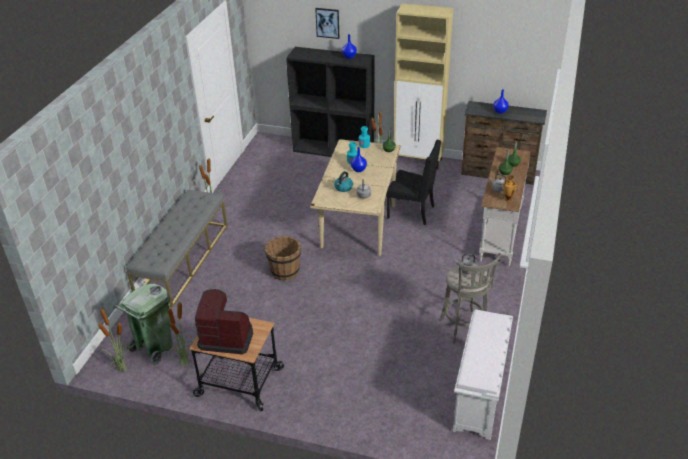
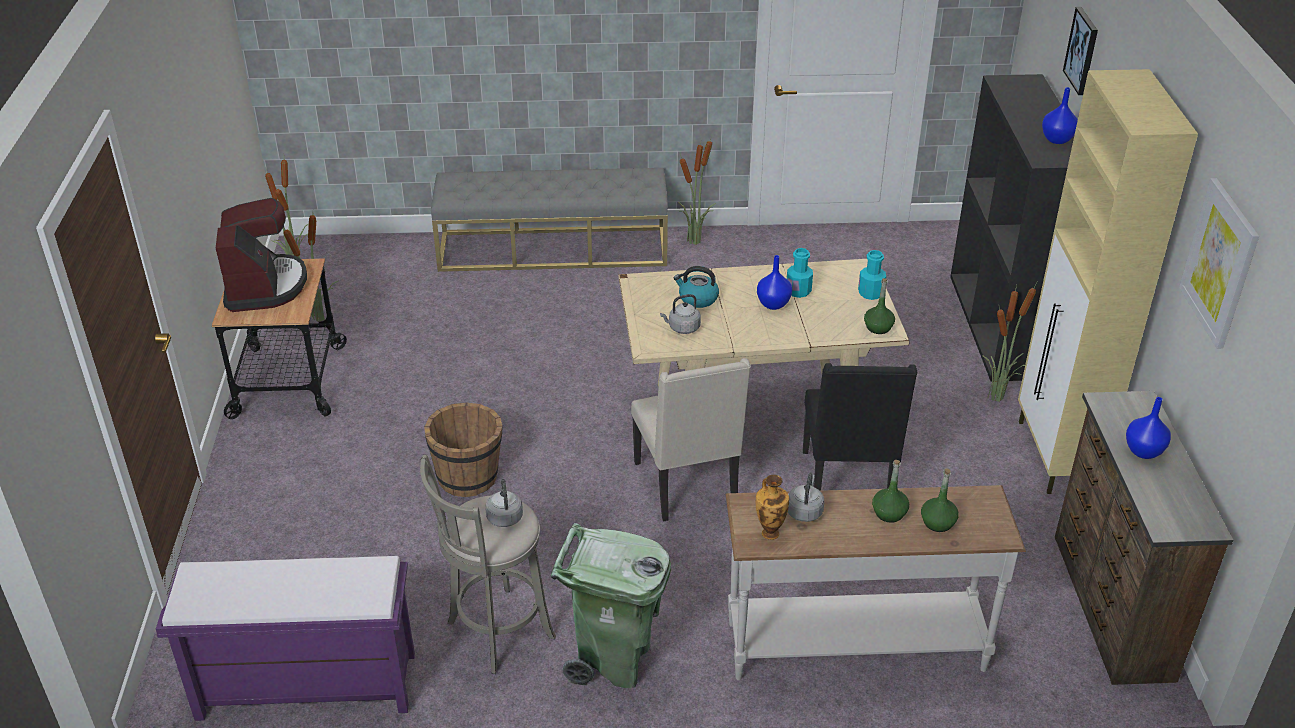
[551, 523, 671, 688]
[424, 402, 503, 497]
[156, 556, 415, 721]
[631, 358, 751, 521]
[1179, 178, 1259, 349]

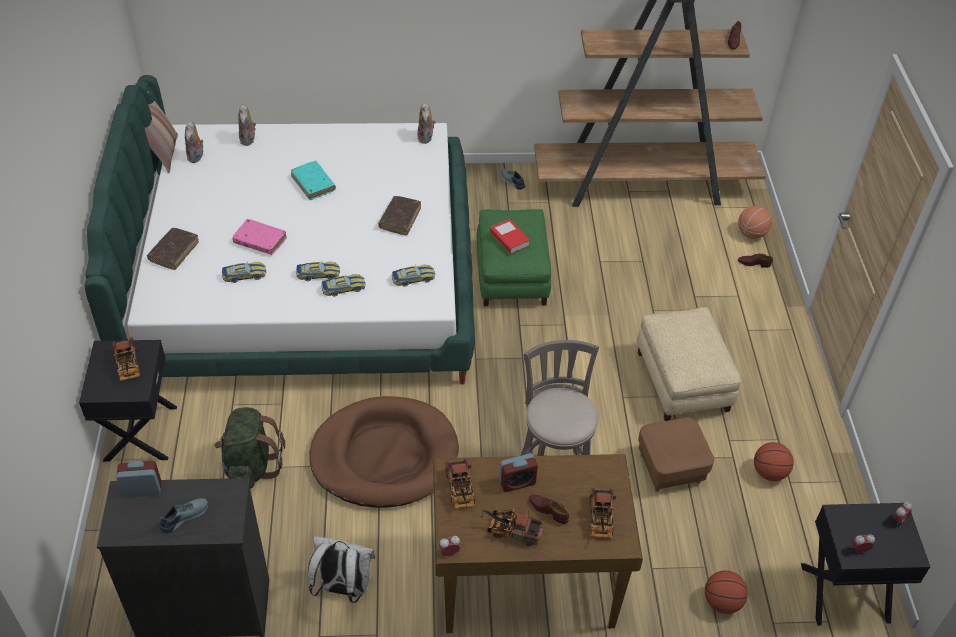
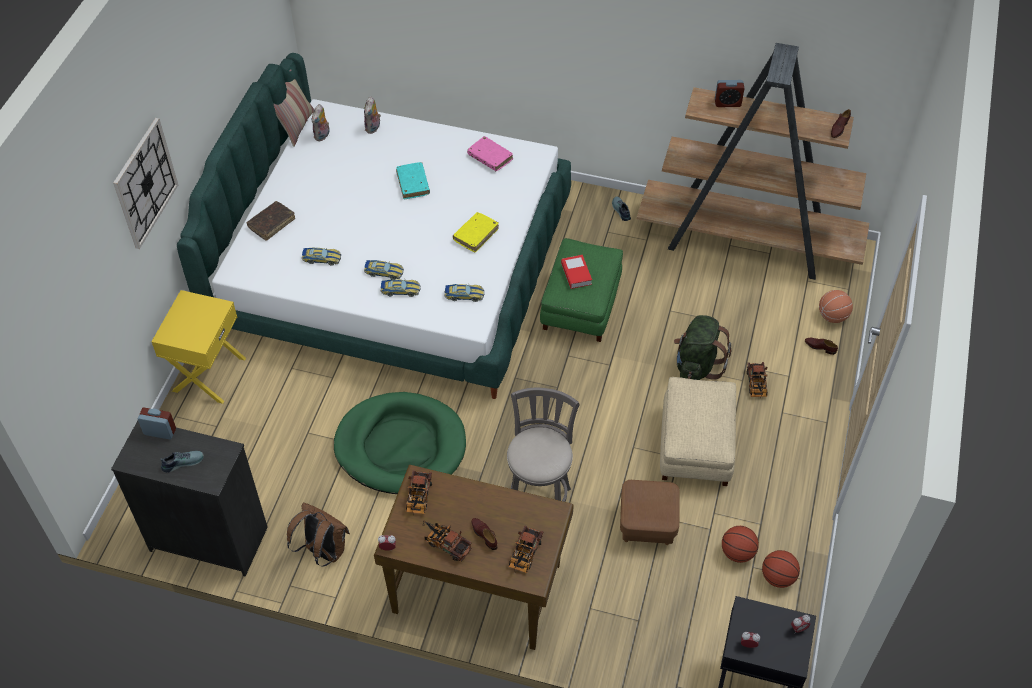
[151, 290, 246, 404]
[747, 362, 768, 397]
[674, 315, 731, 380]
[467, 136, 513, 171]
[287, 503, 350, 567]
[334, 392, 466, 494]
[453, 212, 499, 252]
[417, 102, 436, 144] (first image)
[715, 80, 745, 107]
[762, 550, 800, 588]
[113, 118, 178, 249]

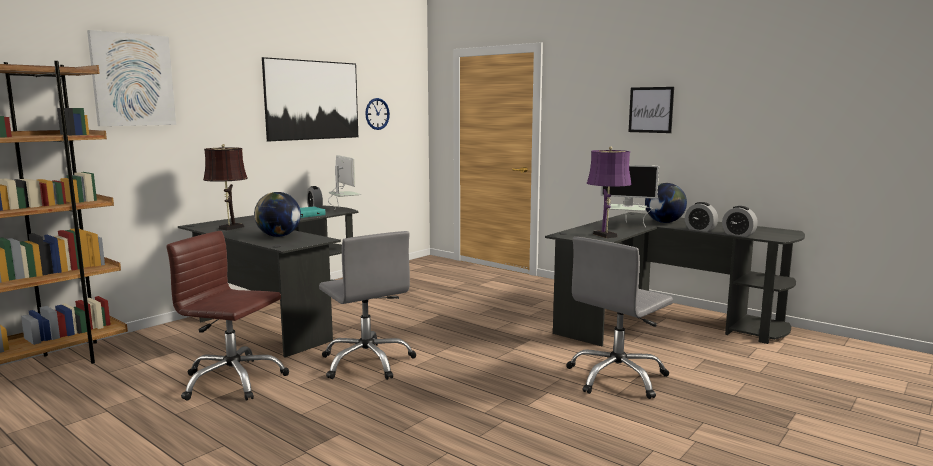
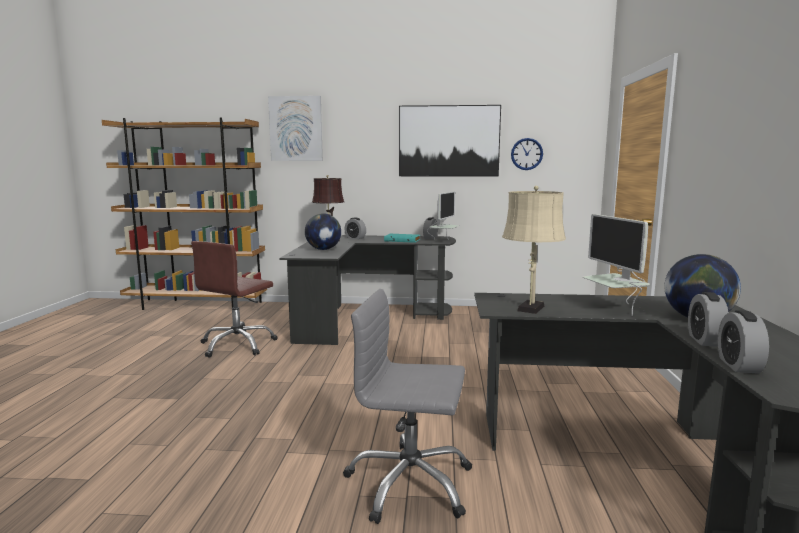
[191, 241, 278, 358]
[319, 231, 416, 380] (first image)
[502, 186, 566, 314]
[629, 87, 674, 133] (first image)
[344, 217, 366, 239]

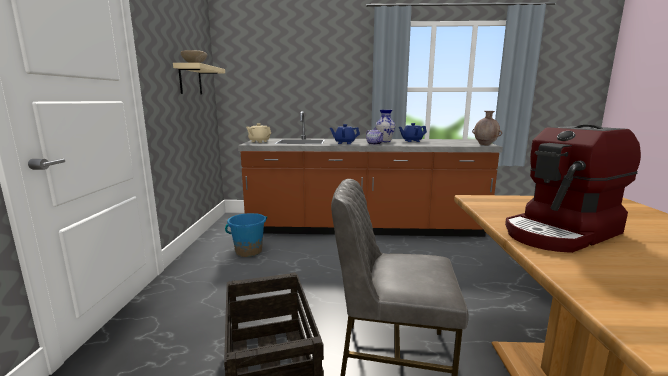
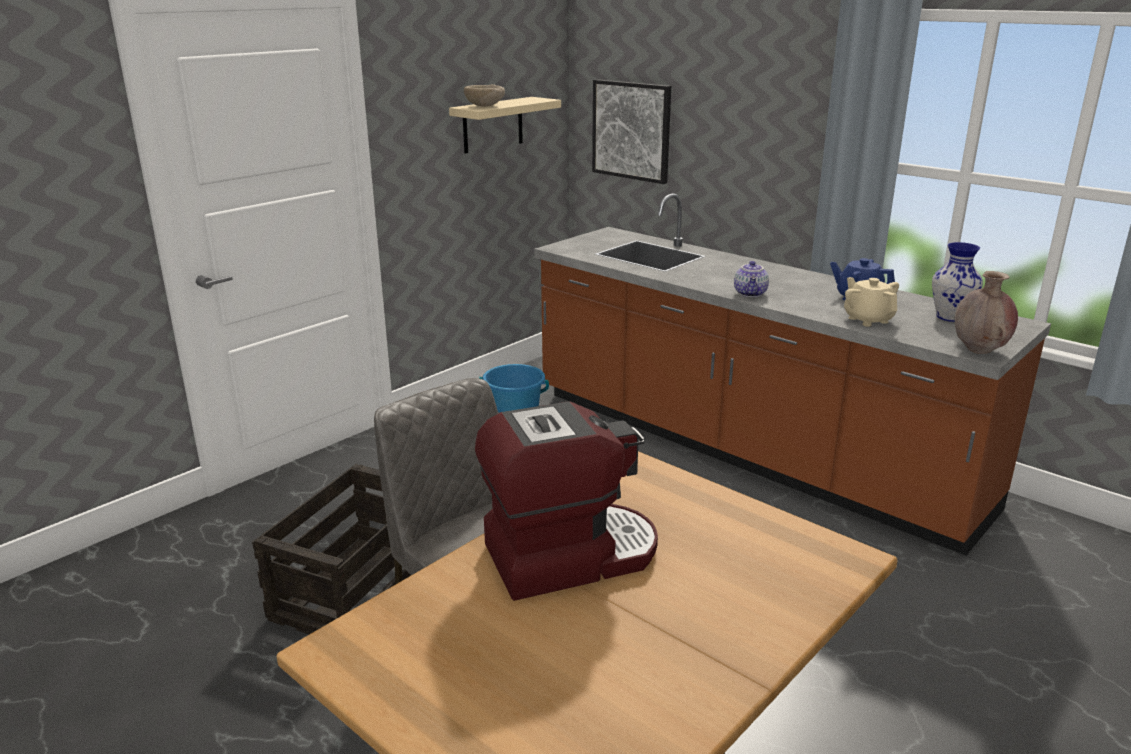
[844, 277, 899, 327]
[330, 124, 360, 144] (first image)
[932, 242, 983, 322]
[475, 401, 658, 601]
[592, 79, 671, 184]

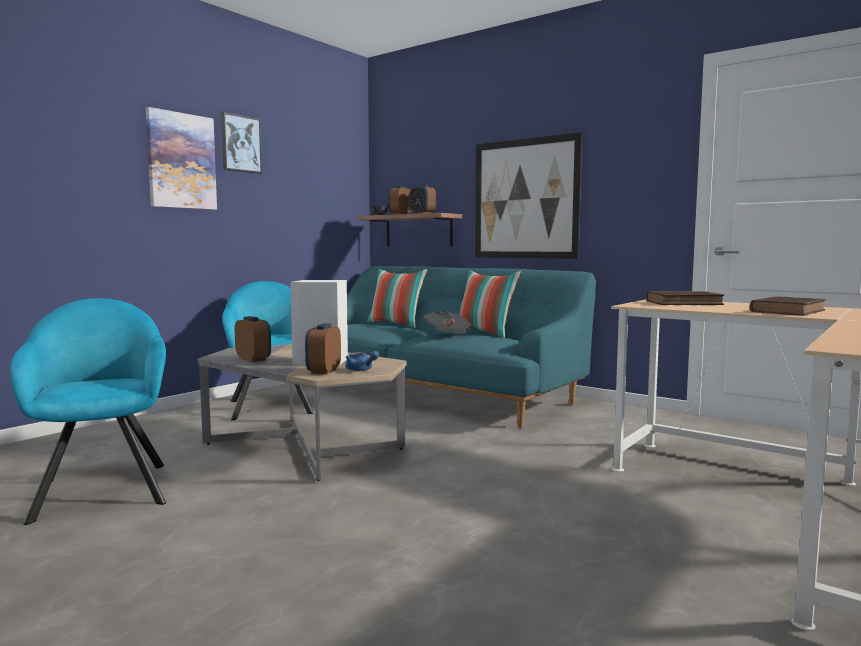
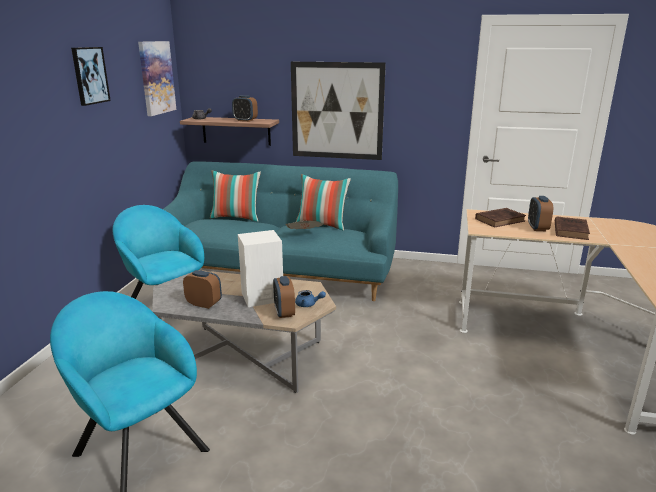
[138, 41, 177, 116]
[528, 196, 553, 231]

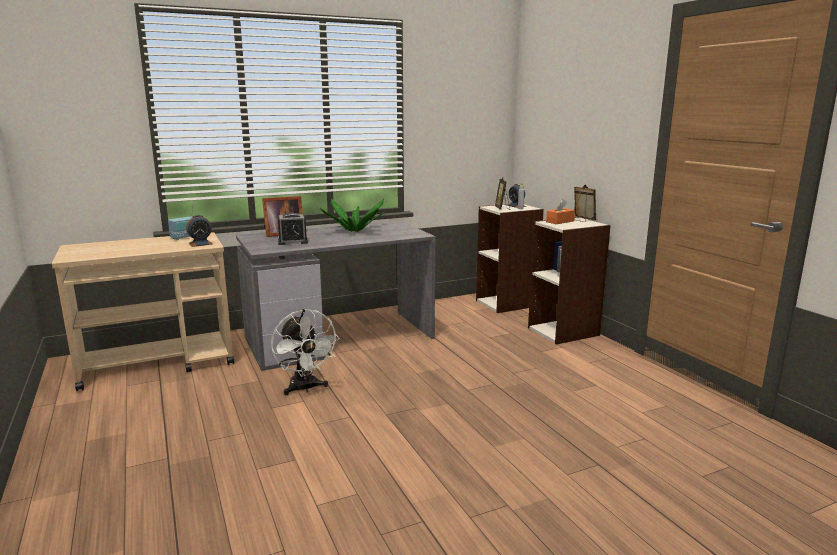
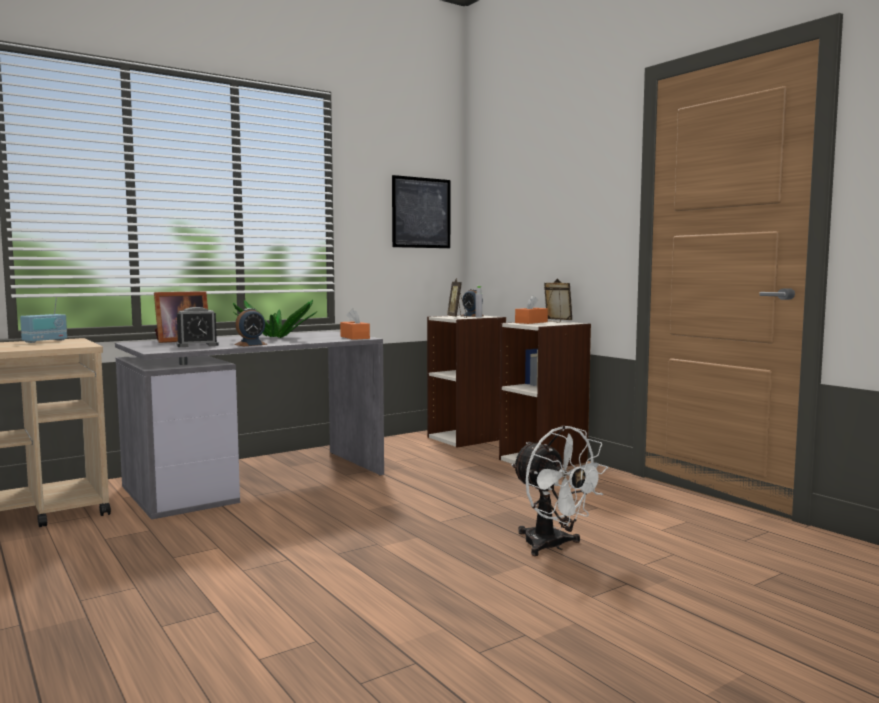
[234, 308, 267, 346]
[511, 425, 608, 556]
[340, 308, 370, 340]
[392, 175, 450, 248]

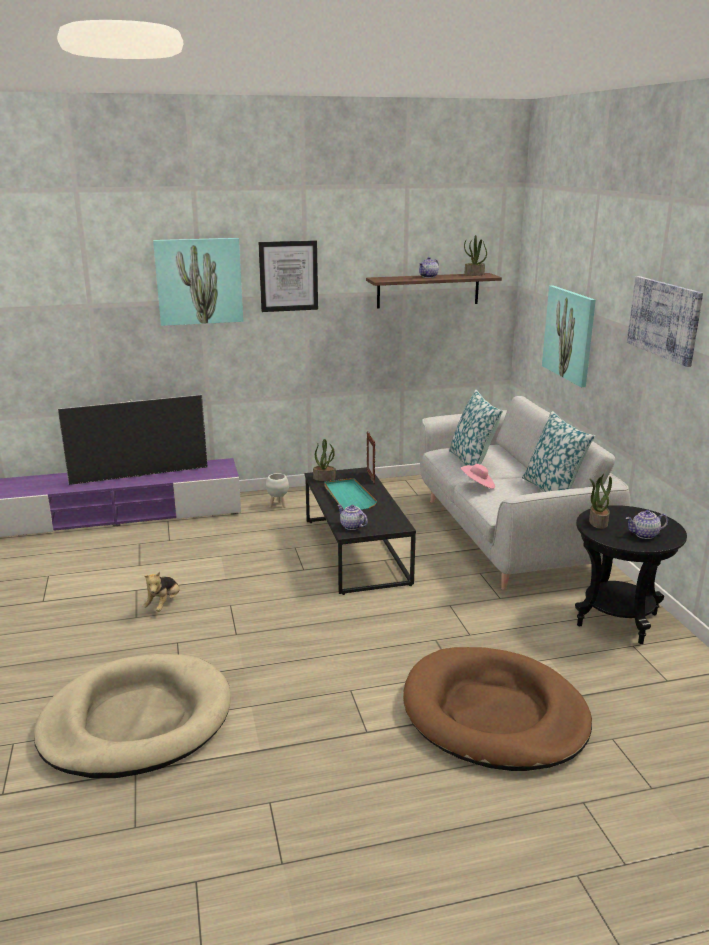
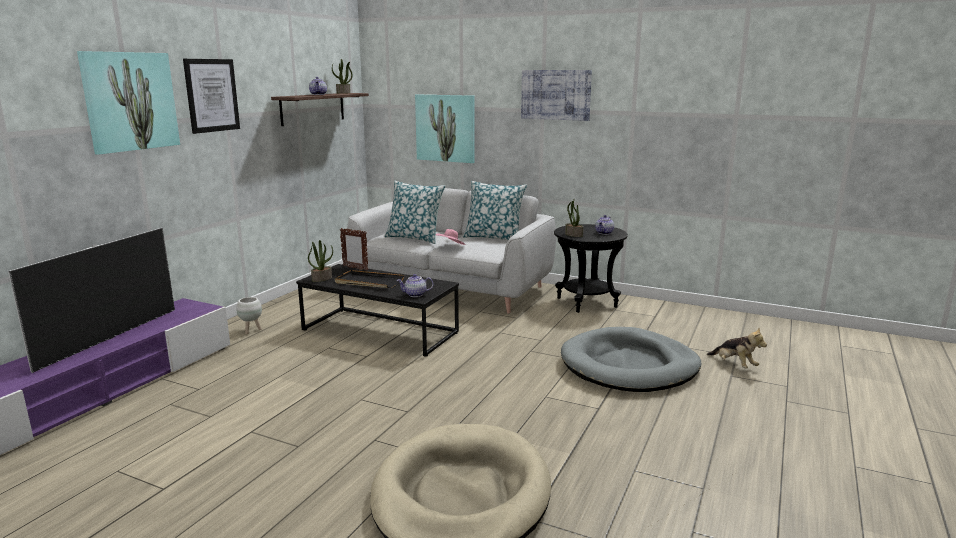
[707, 327, 767, 368]
[335, 270, 404, 288]
[561, 327, 701, 392]

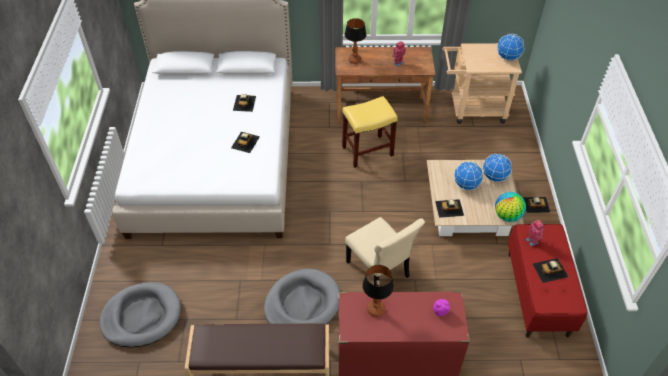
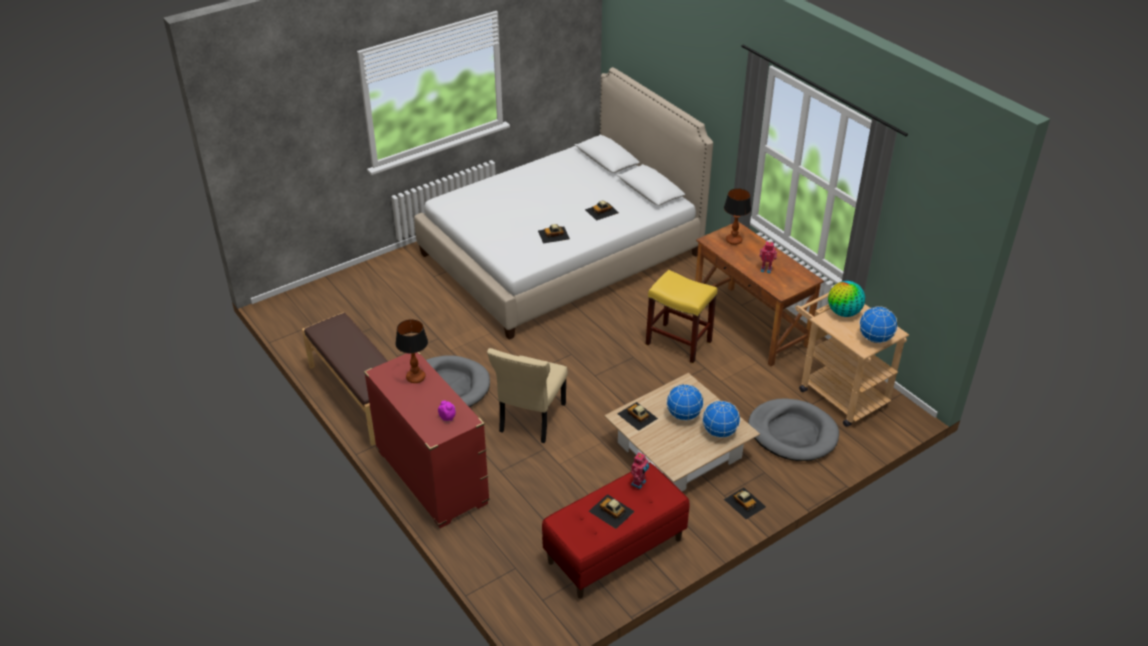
[748, 398, 839, 461]
[828, 281, 865, 317]

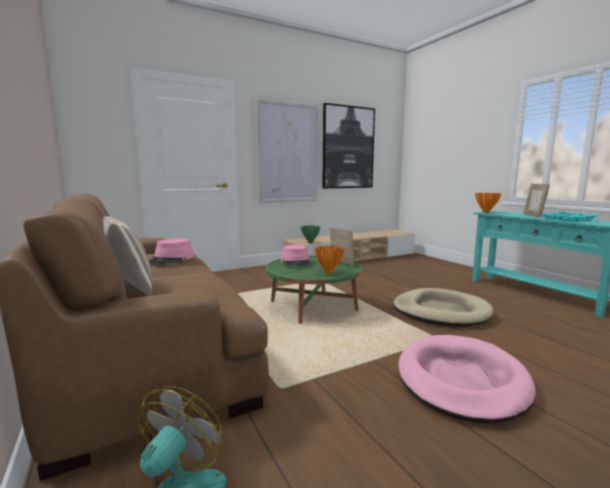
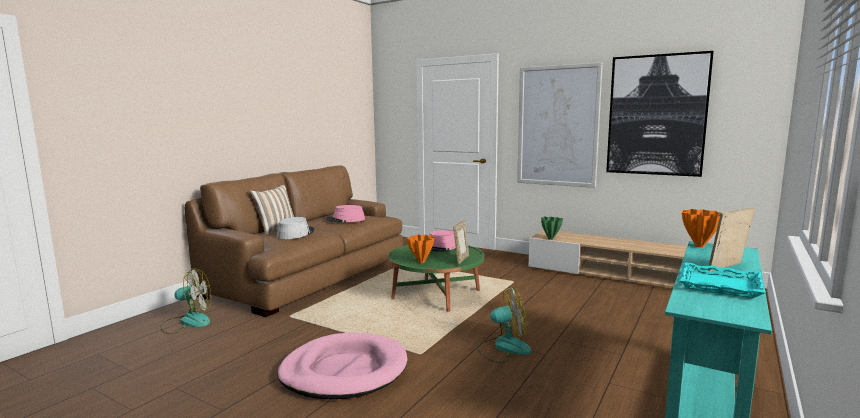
[476, 286, 532, 363]
[277, 217, 314, 239]

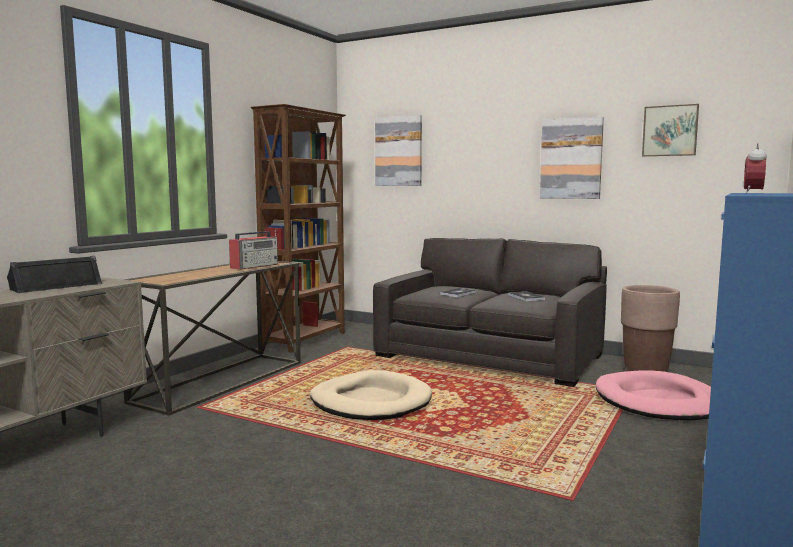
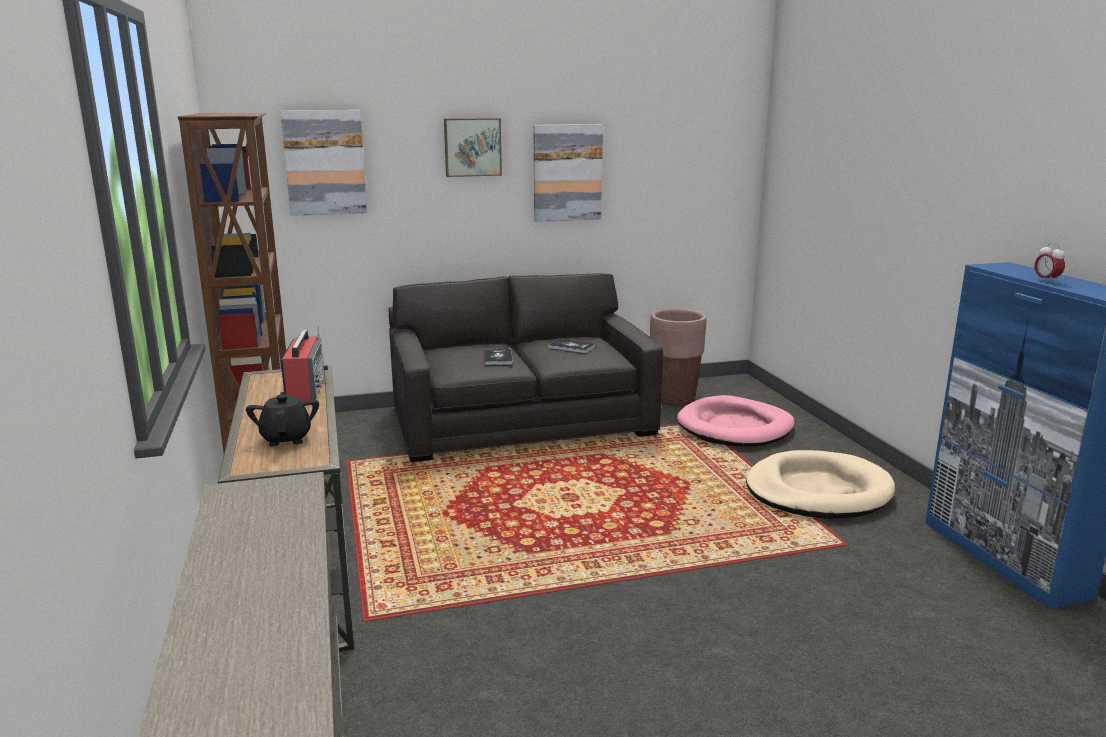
[7, 256, 102, 293] (first image)
[746, 450, 895, 518]
[444, 118, 502, 177]
[246, 392, 319, 446]

